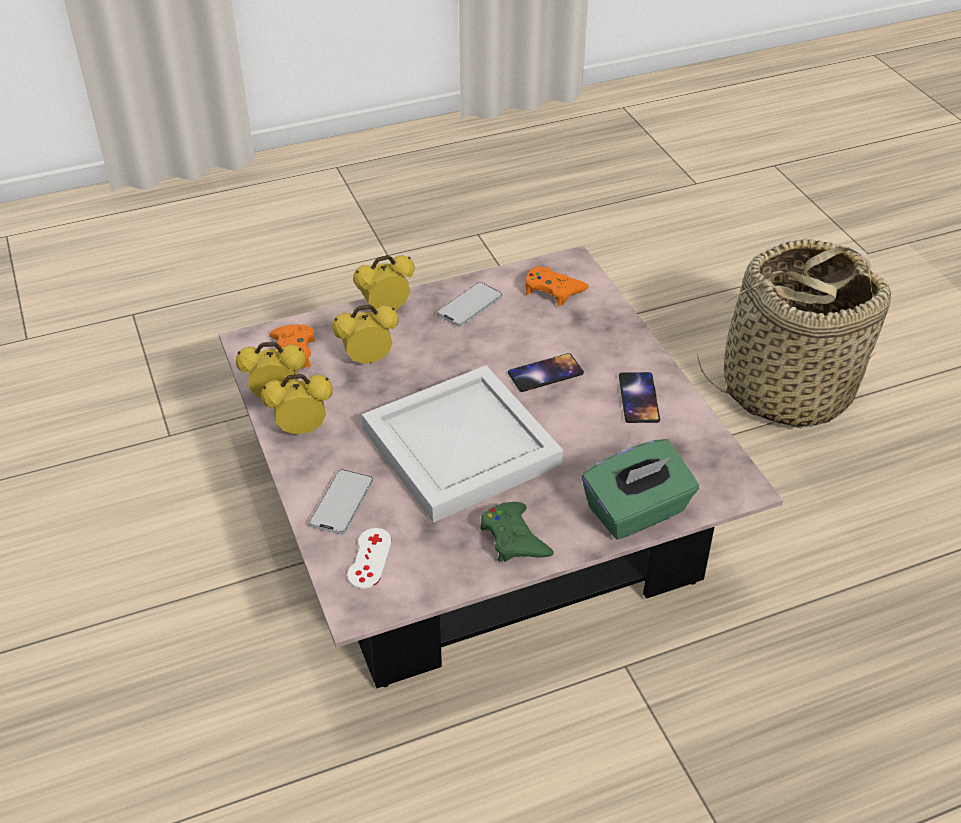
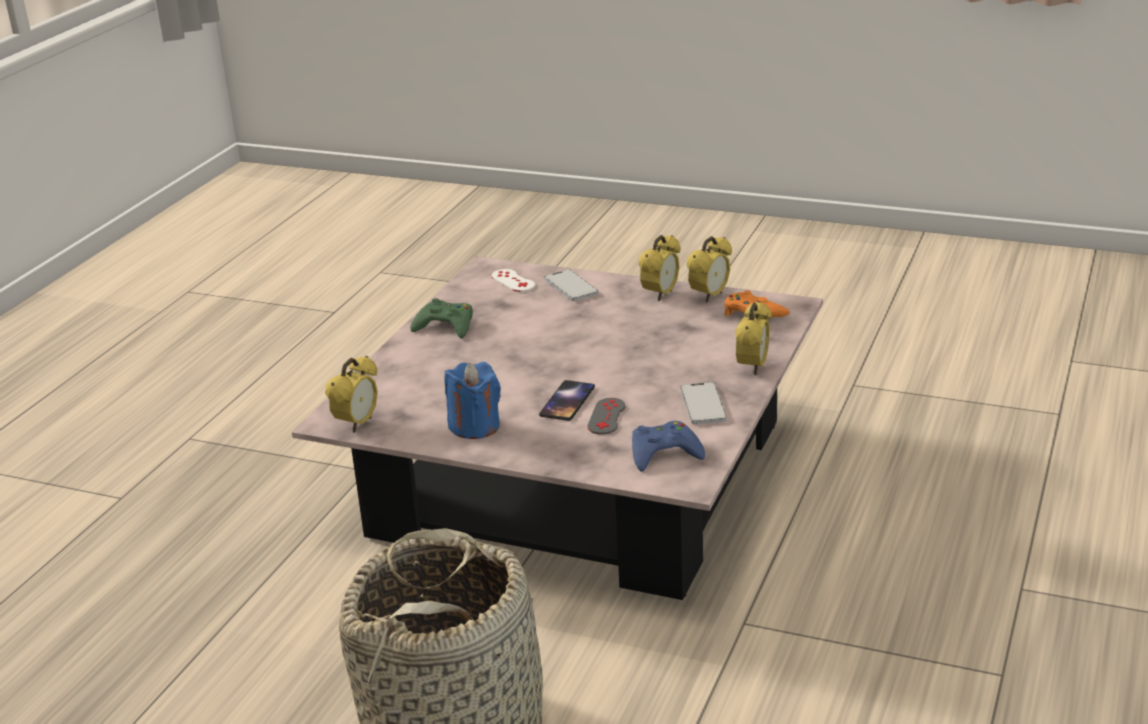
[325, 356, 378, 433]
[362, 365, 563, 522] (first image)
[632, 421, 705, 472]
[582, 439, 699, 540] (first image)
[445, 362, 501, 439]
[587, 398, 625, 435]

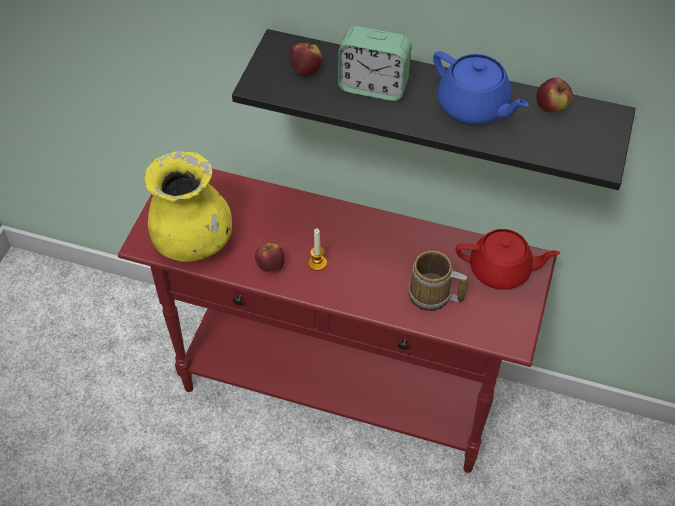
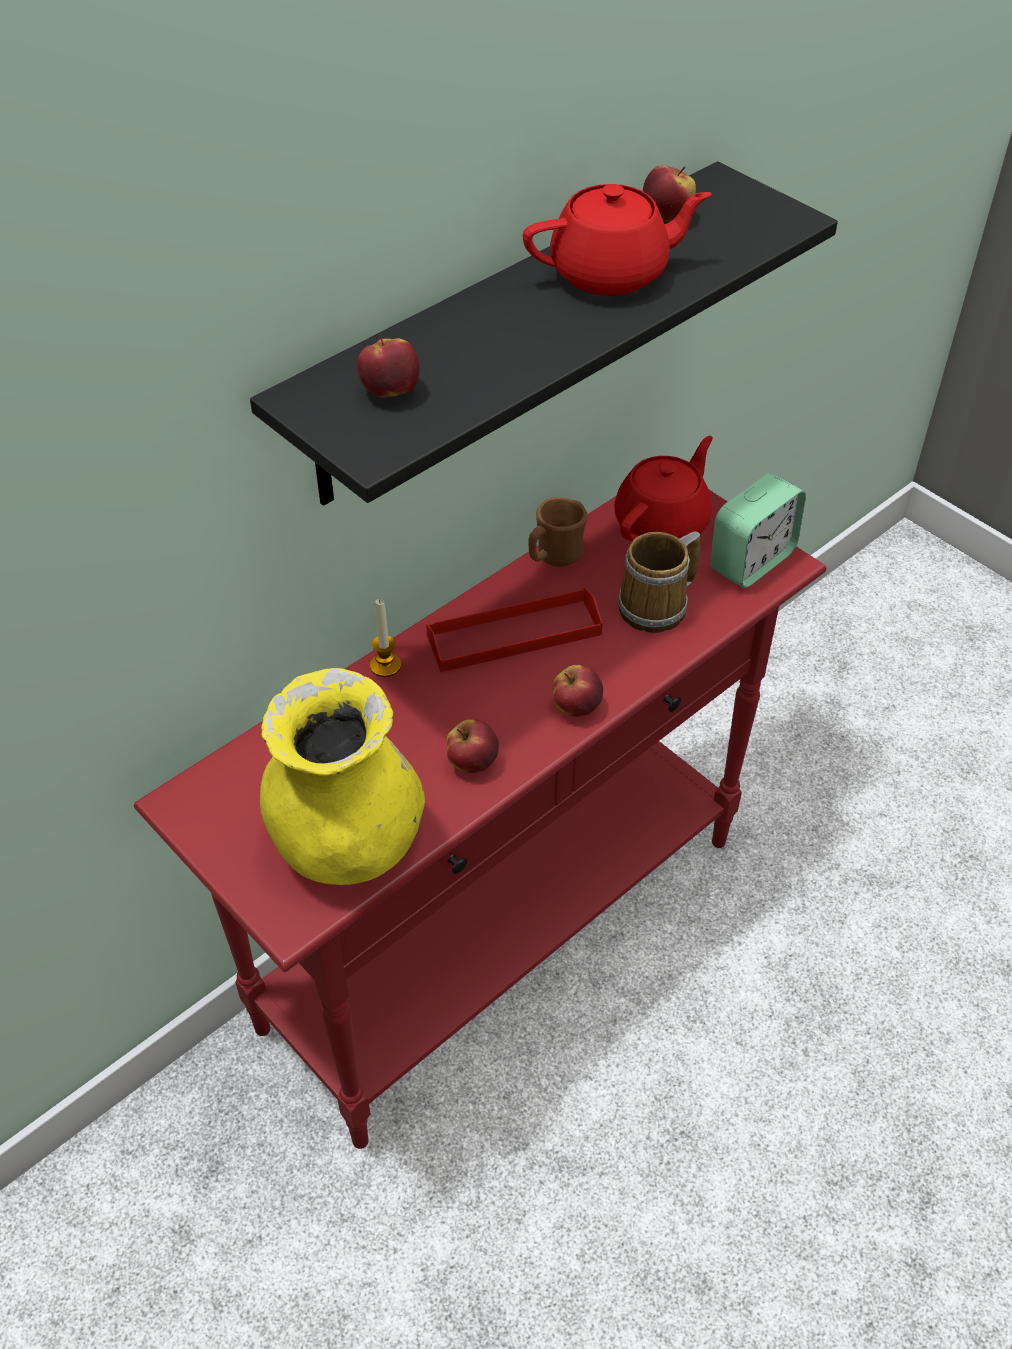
[370, 599, 401, 677]
[710, 473, 806, 588]
[523, 184, 712, 296]
[426, 588, 603, 672]
[528, 497, 587, 567]
[553, 665, 603, 717]

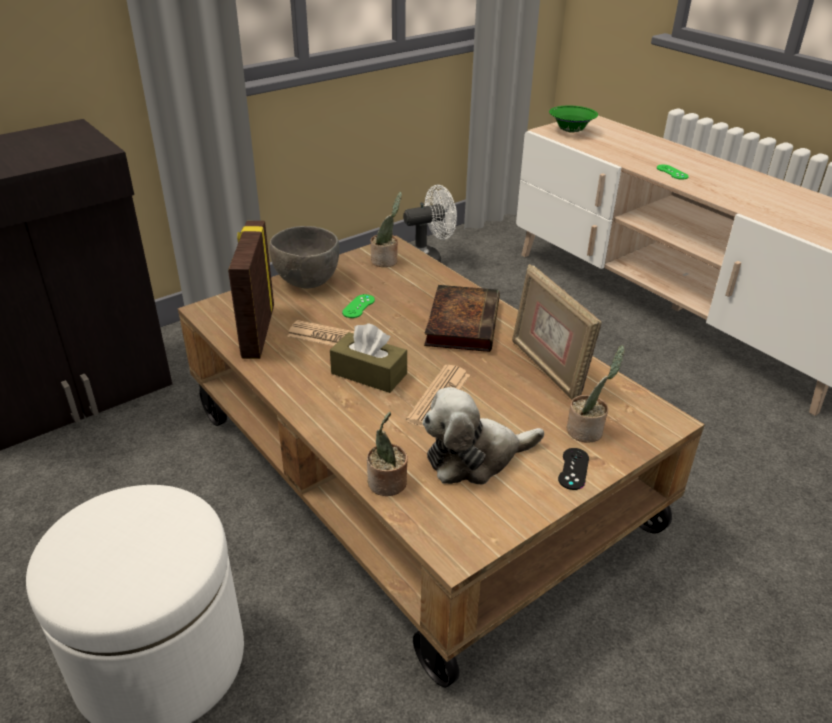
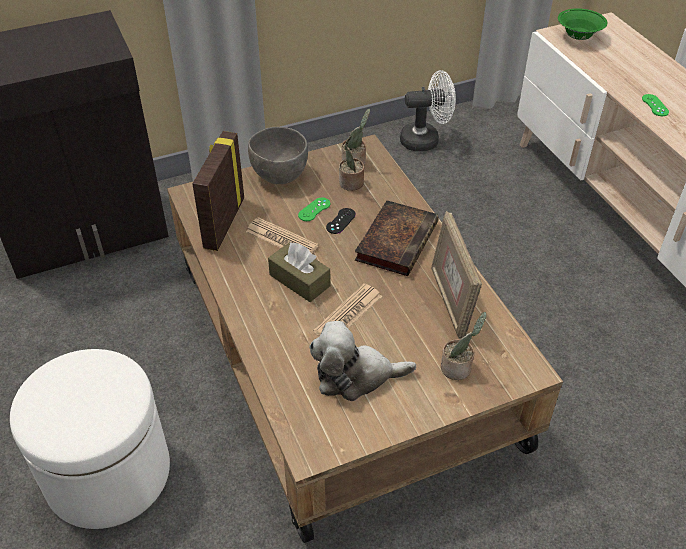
[339, 135, 364, 191]
[326, 208, 356, 234]

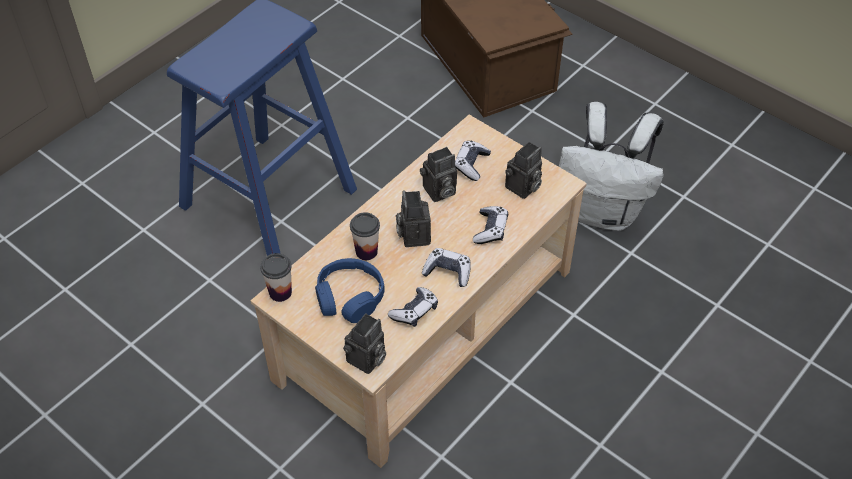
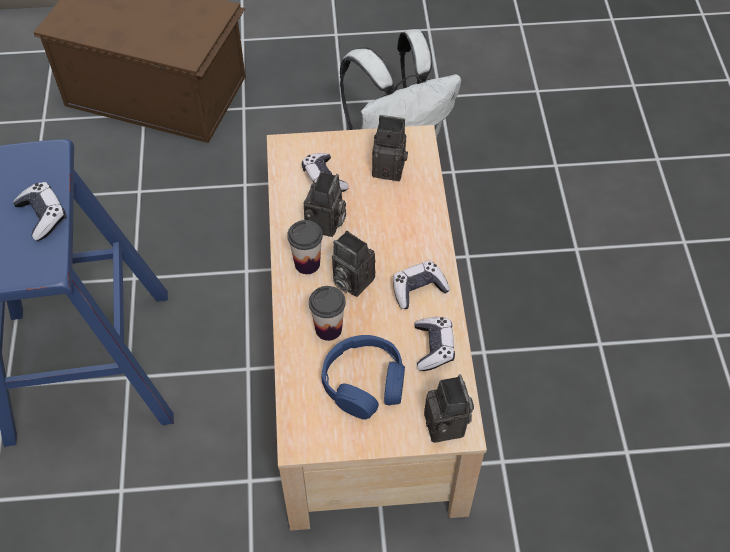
[287, 220, 323, 274]
[13, 182, 66, 241]
[372, 115, 408, 181]

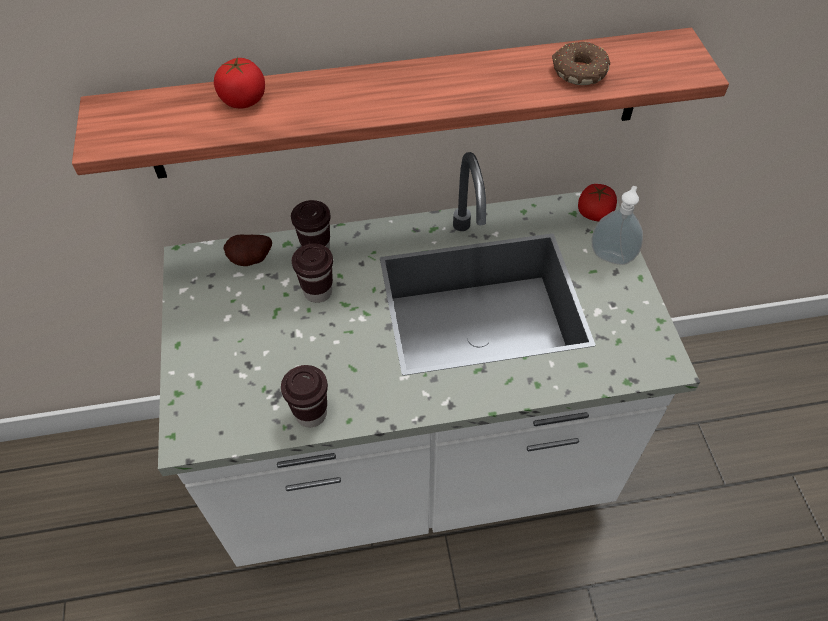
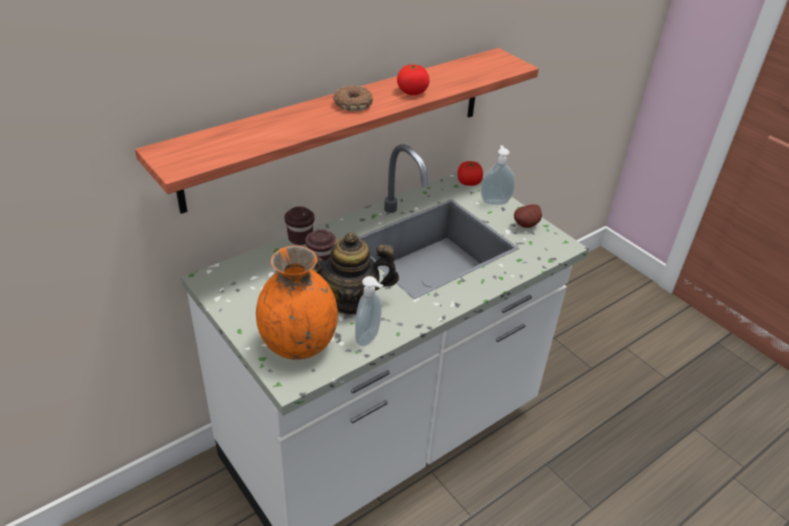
[397, 64, 429, 95]
[514, 204, 542, 228]
[355, 276, 383, 346]
[332, 85, 373, 111]
[256, 246, 338, 360]
[311, 232, 399, 315]

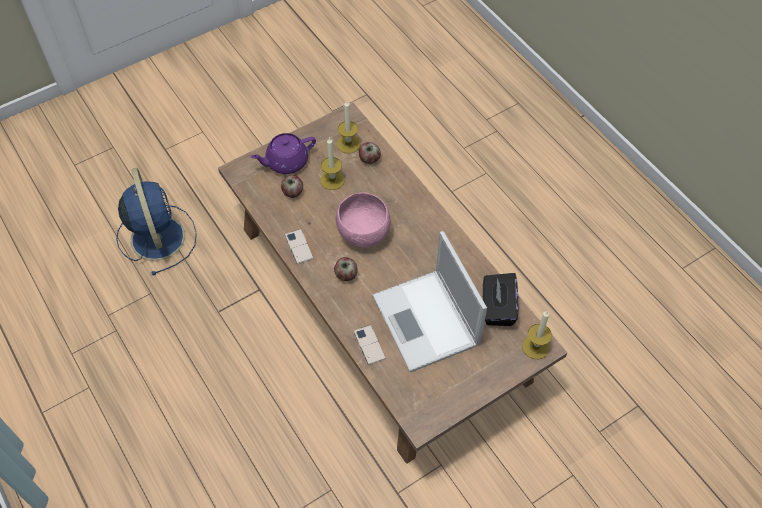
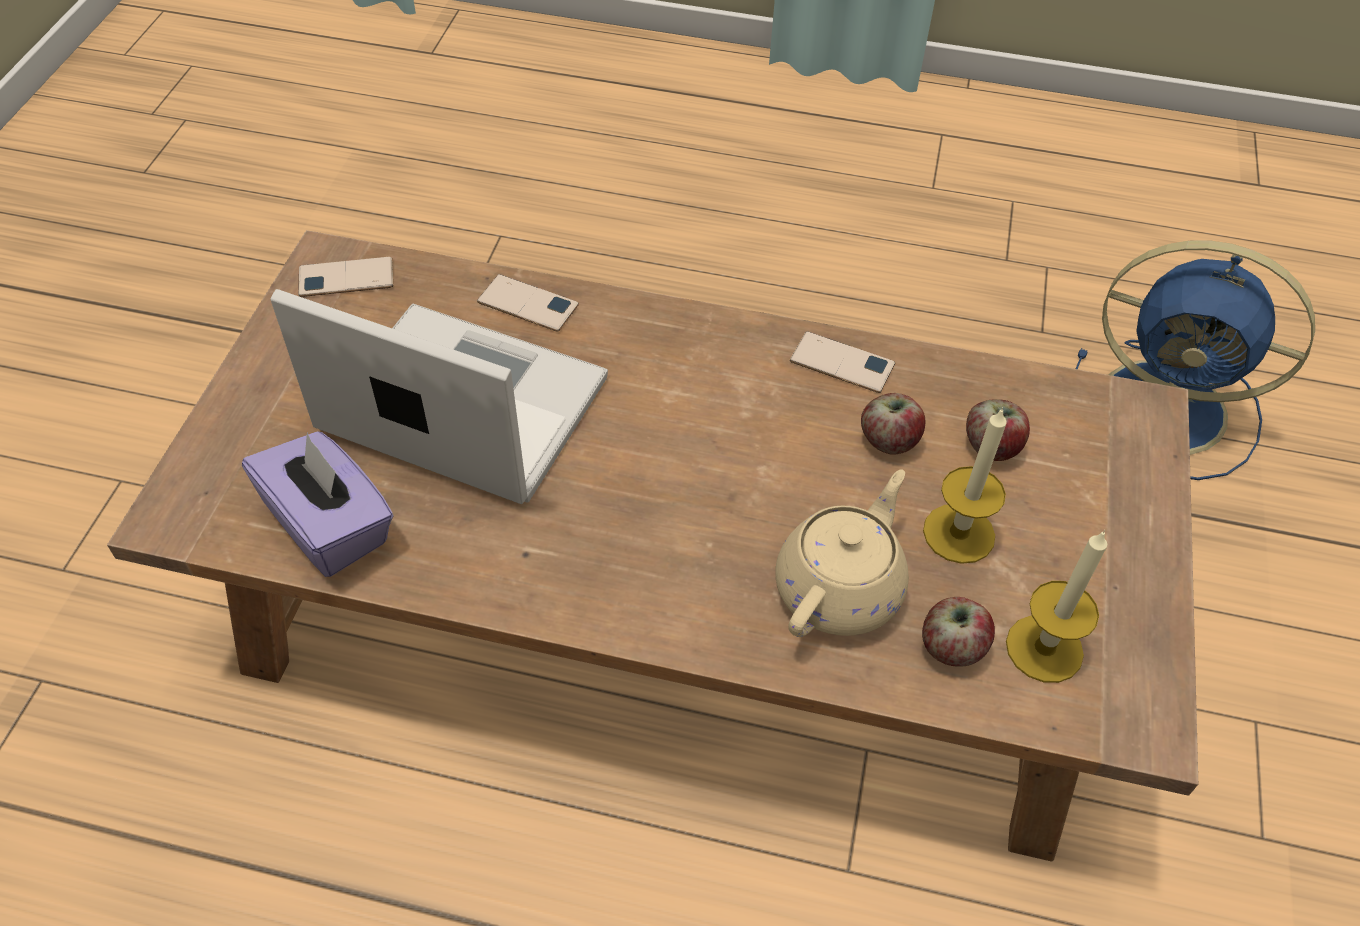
[251, 133, 316, 174] (first image)
[861, 393, 925, 455]
[336, 193, 390, 248] (first image)
[242, 431, 394, 577]
[522, 310, 552, 359] (first image)
[298, 257, 393, 297]
[775, 469, 909, 637]

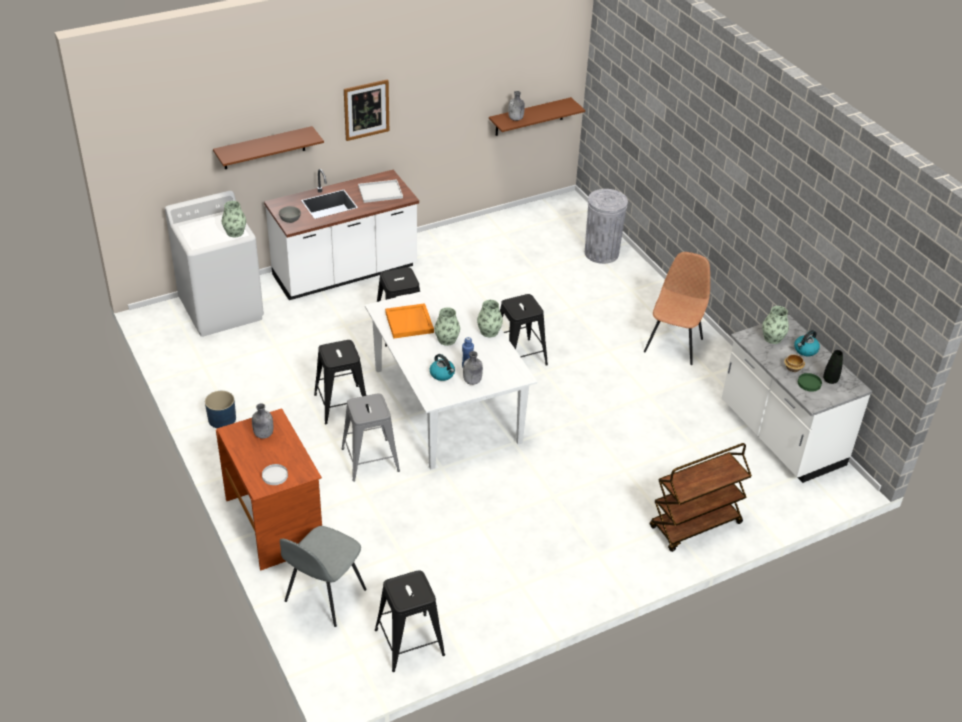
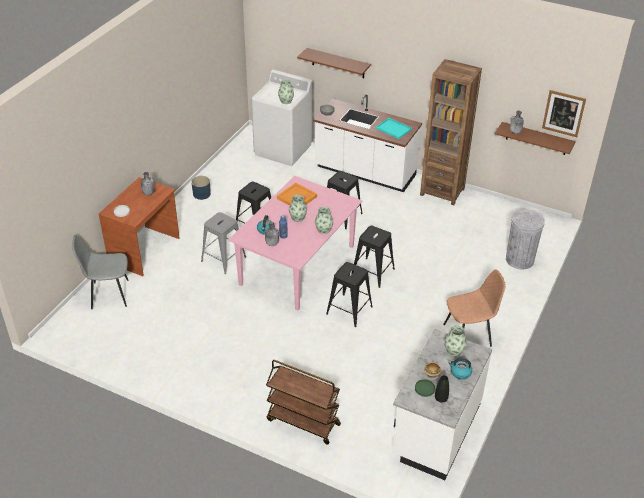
[542, 90, 586, 137]
[376, 118, 412, 139]
[228, 176, 362, 310]
[326, 262, 373, 327]
[420, 59, 482, 205]

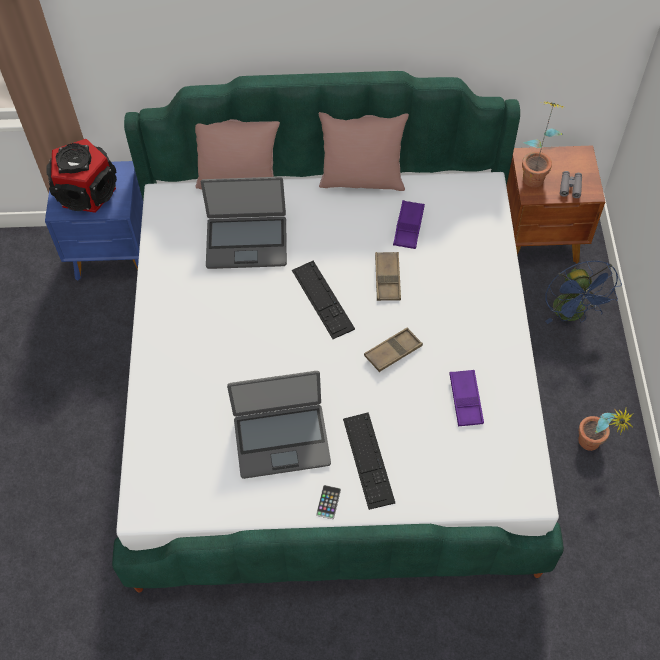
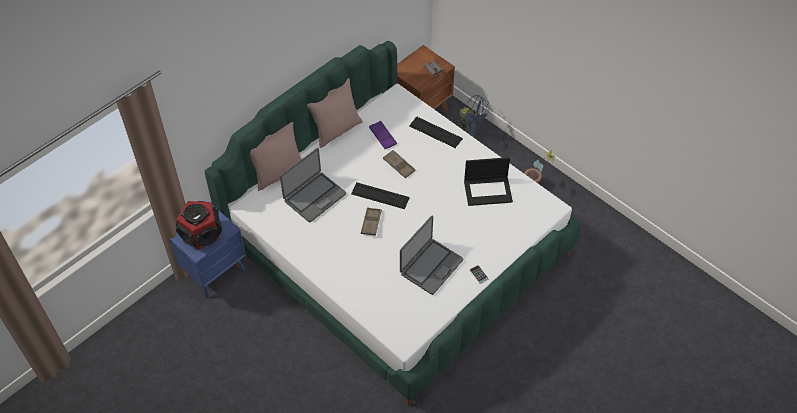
[409, 116, 463, 148]
[361, 207, 382, 236]
[464, 157, 513, 206]
[522, 102, 566, 187] (first image)

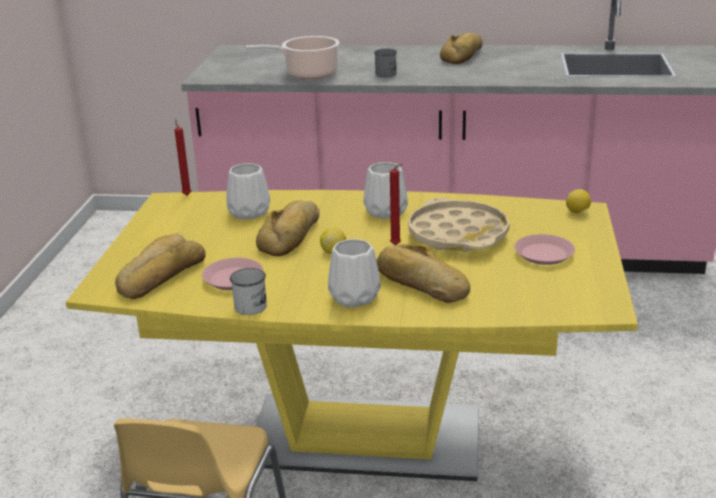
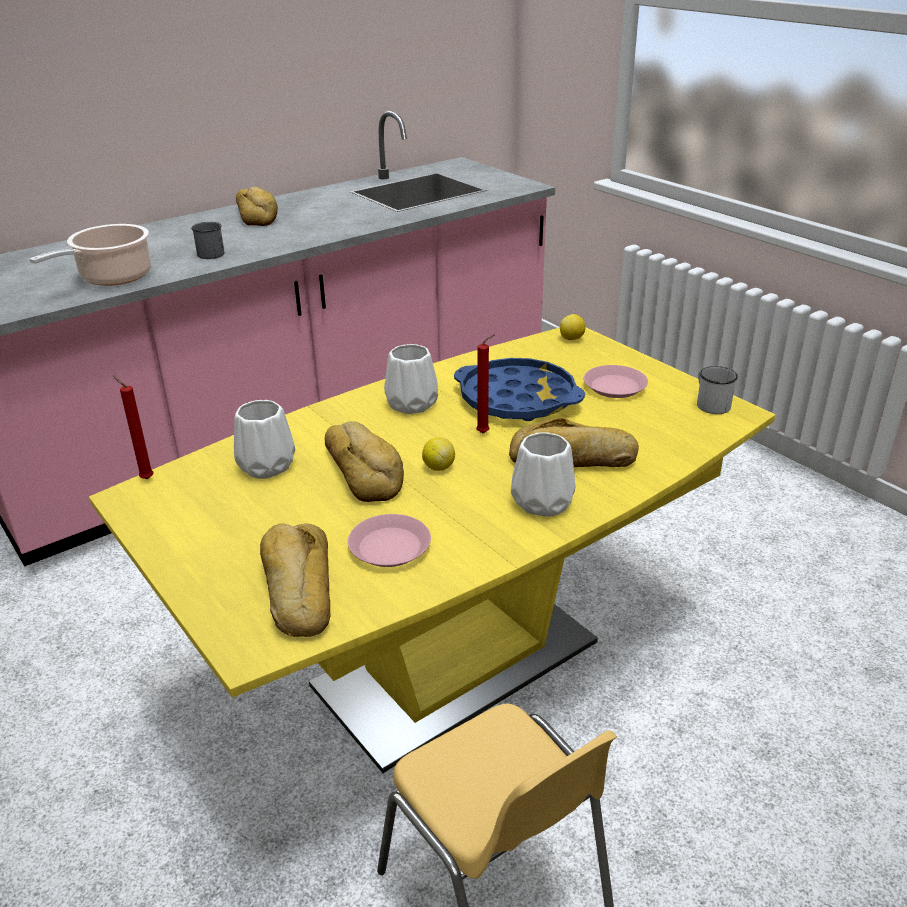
[697, 366, 738, 414]
[454, 358, 585, 421]

